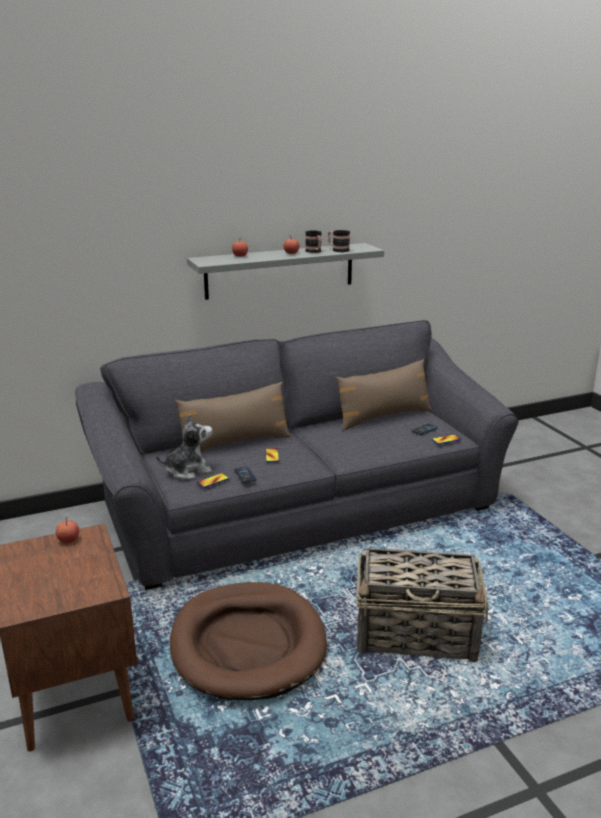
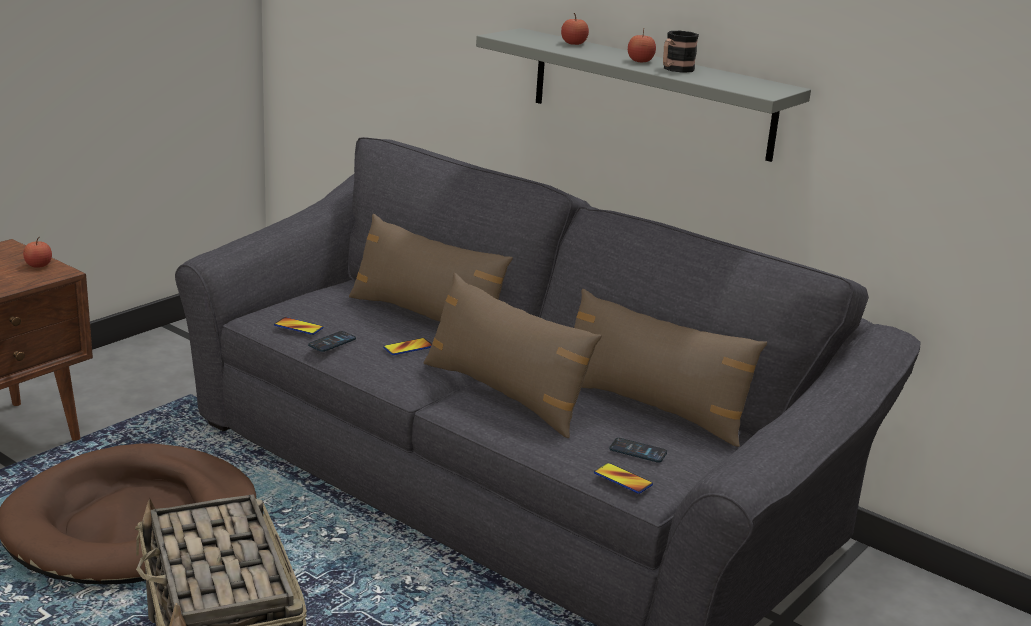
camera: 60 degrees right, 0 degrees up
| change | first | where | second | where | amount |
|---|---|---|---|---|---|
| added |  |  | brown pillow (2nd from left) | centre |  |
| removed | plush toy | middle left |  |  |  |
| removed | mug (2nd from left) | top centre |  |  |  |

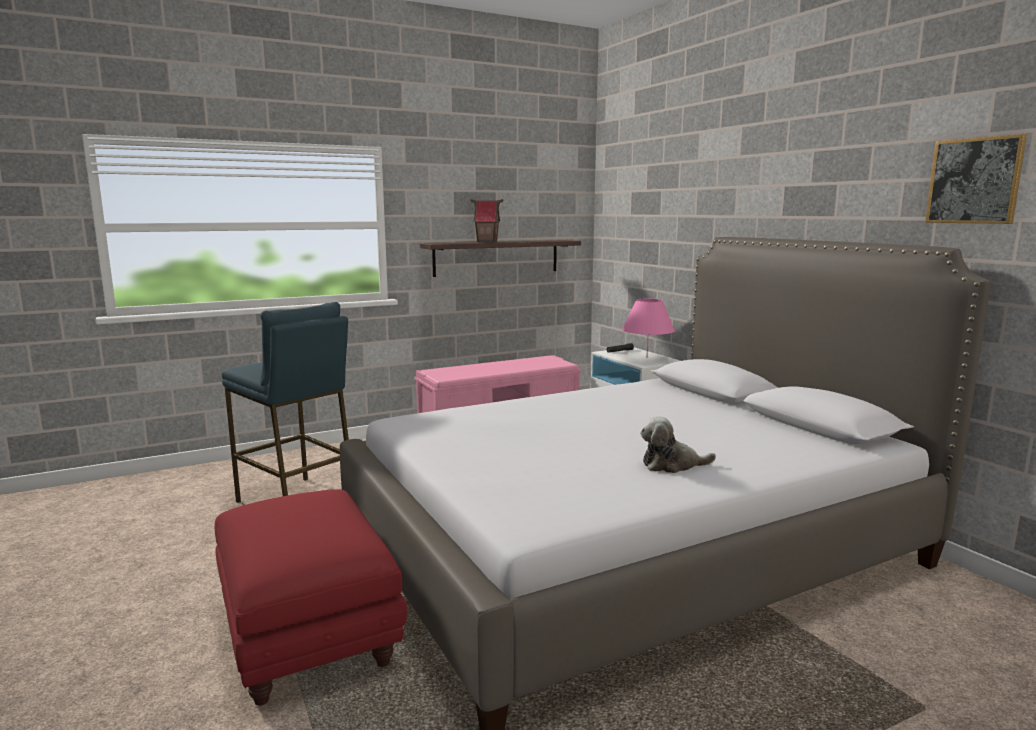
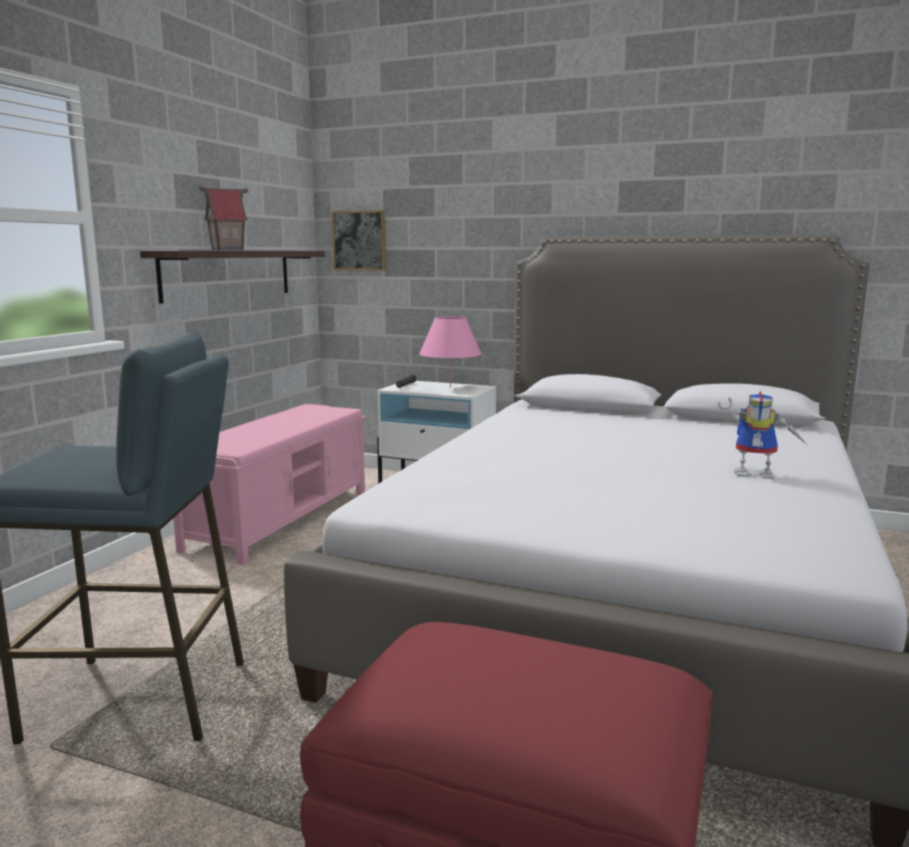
camera: 40 degrees left, 0 degrees up
| change | first | where | second | where | amount |
|---|---|---|---|---|---|
| moved | picture | top right |  | top centre |  |
| replaced | plush toy | centre | toy robot | middle right |  |

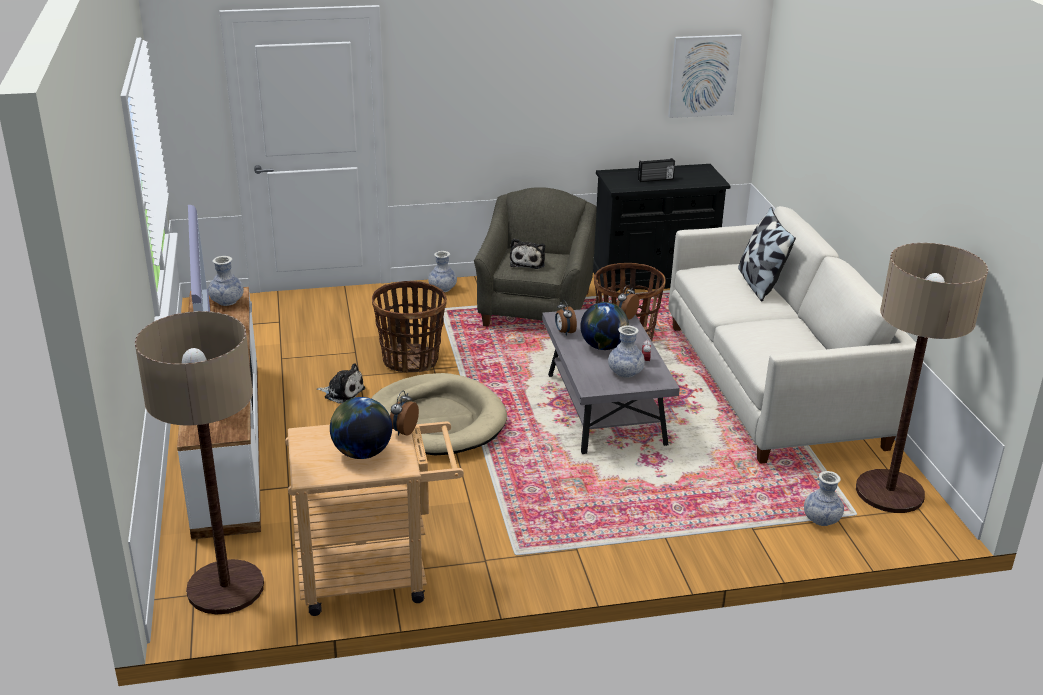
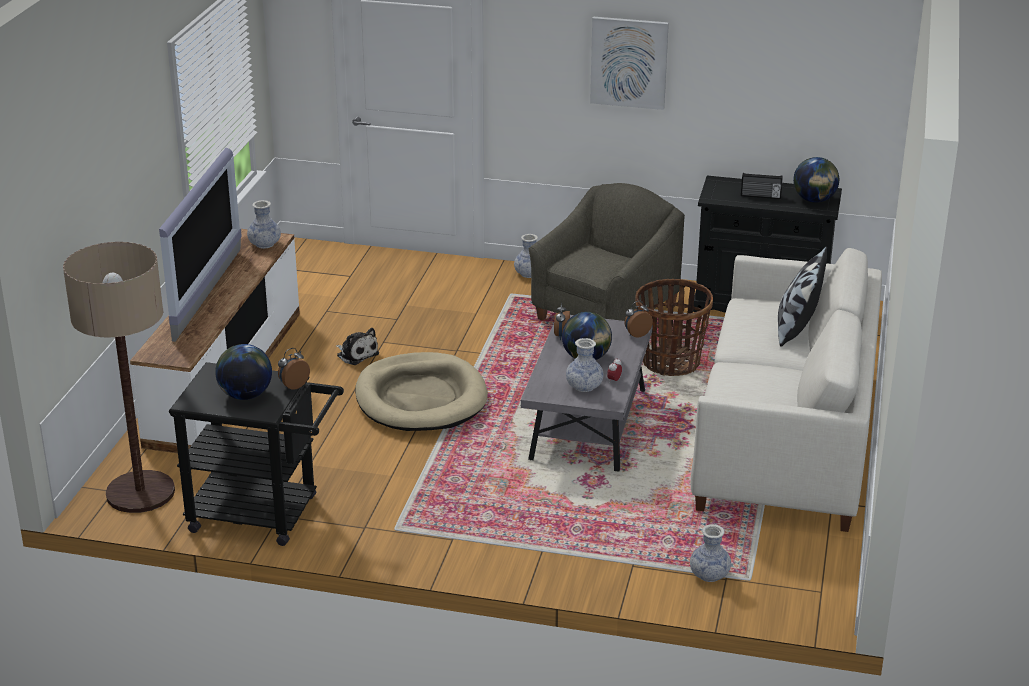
camera: 25 degrees right, 0 degrees up
| change | first | where | second | where | amount |
|---|---|---|---|---|---|
| recoloured | beige cart | bottom centre | black cart | middle left |  |
| moved | picture | top right |  | top centre |  |
| added |  |  | globe (3rd from left) | top right |  |
| removed | basket (1st from left) | centre |  |  |  |
| removed | plush toy (2nd from left) | centre |  |  |  |
| removed | floor lamp (2nd from left) | middle right |  |  |  |

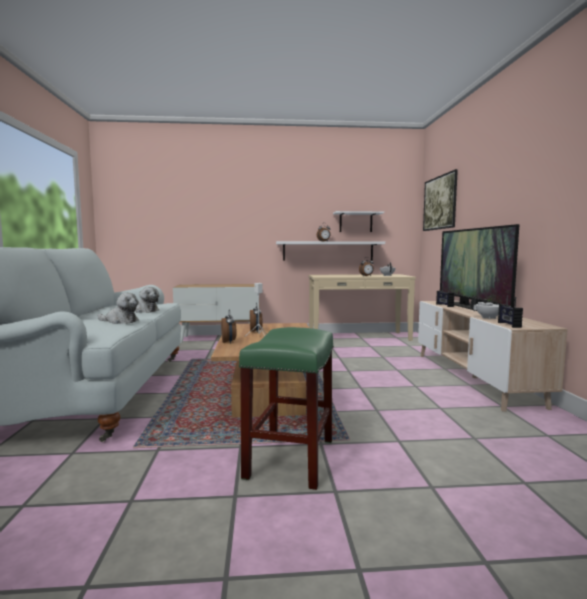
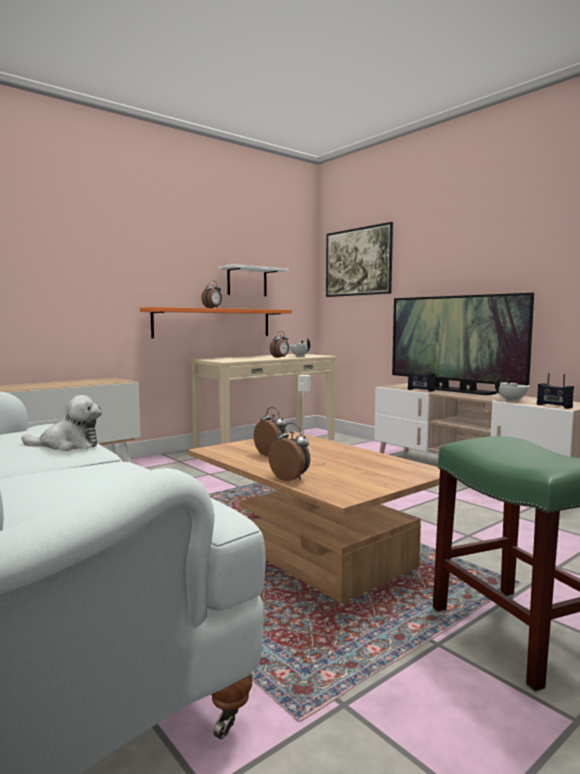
camera: 35 degrees left, 0 degrees up
| change | first | where | second | where | amount |
|---|---|---|---|---|---|
| recoloured | white shelf (1st from left) | centre | orange shelf | centre |  |
| removed | plush toy (1st from left) | middle left |  |  |  |

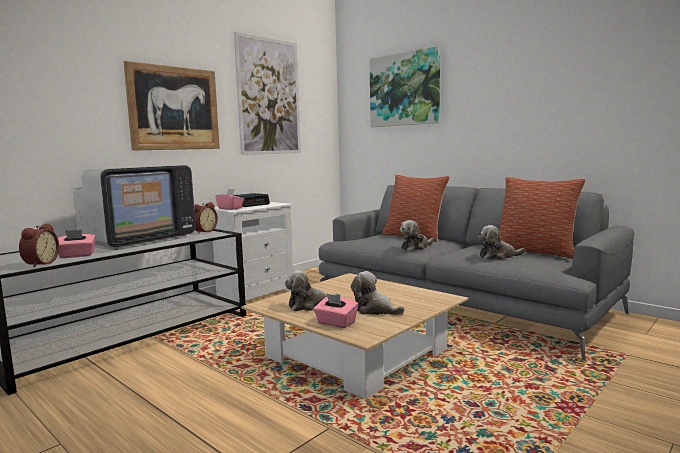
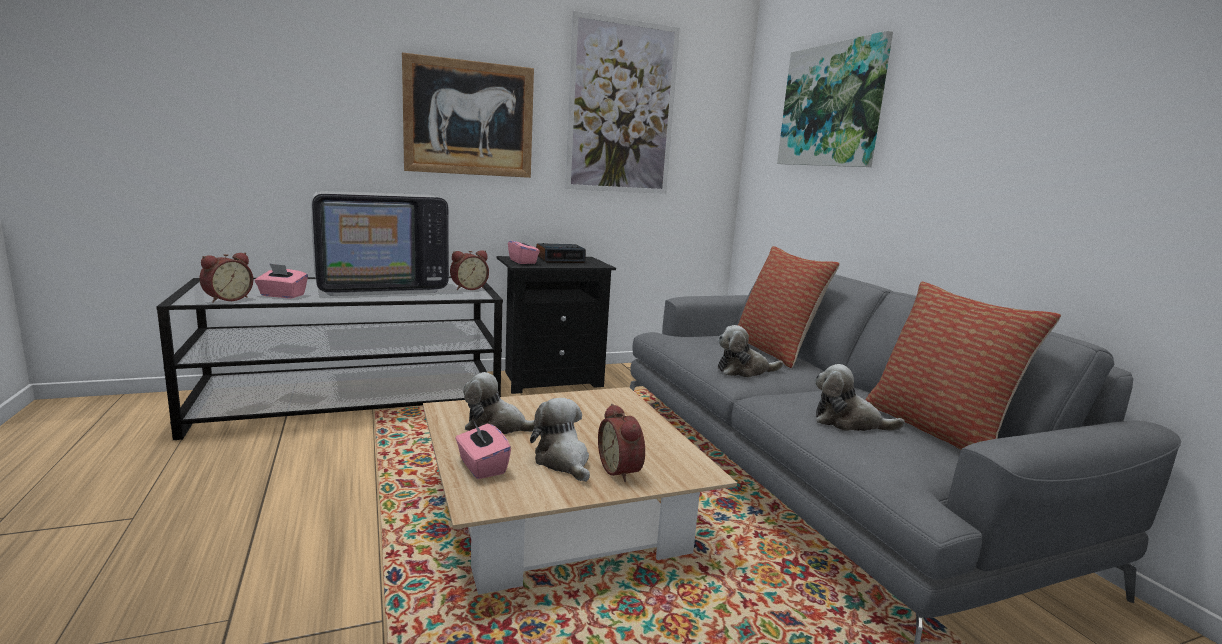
camera: 25 degrees right, 5 degrees up
| change | first | where | second | where | amount |
|---|---|---|---|---|---|
| recoloured | white nightstand | centre | black nightstand | centre |  |
| added |  |  | alarm clock (4th from left) | bottom centre |  |

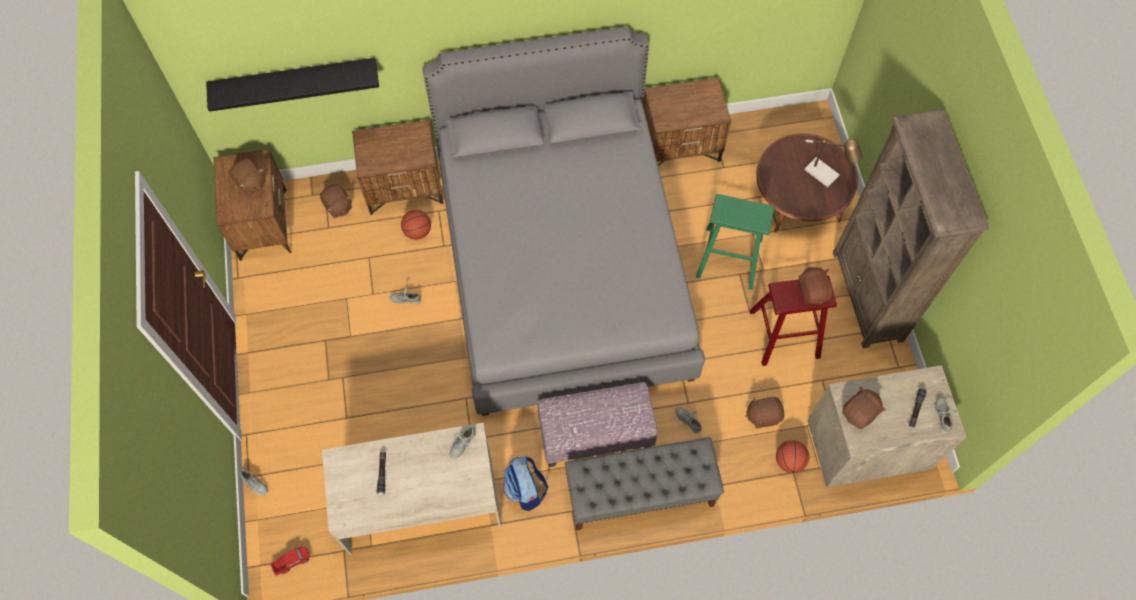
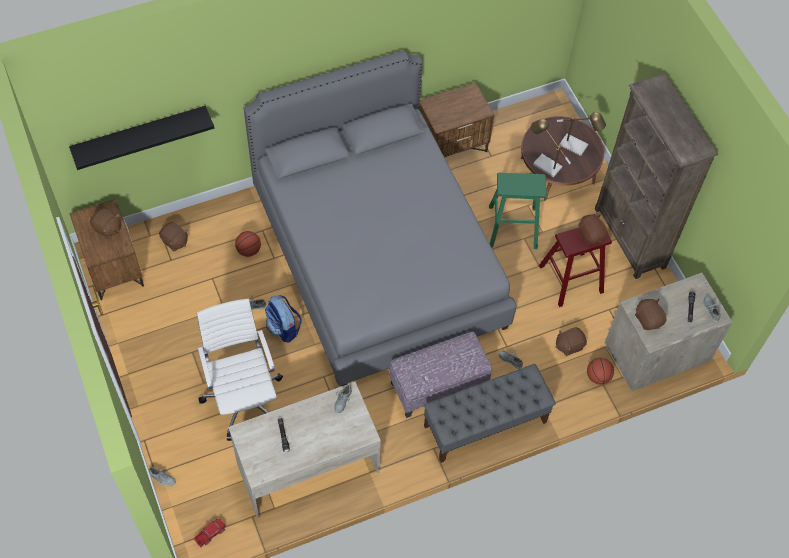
camera: 15 degrees left, 5 degrees down
| change | first | where | second | where | amount |
|---|---|---|---|---|---|
| added |  |  | white office chair | middle left |  |
| moved | backpack | bottom centre |  | centre |  |
| added |  |  | table lamp (1st from left) | top right |  |
| turned | brown plush toy (5th from left) | bottom right |  | middle right | 60 degrees counterclockwise |
| removed | brown nightstand (2nd from left) | top centre |  |  |  |

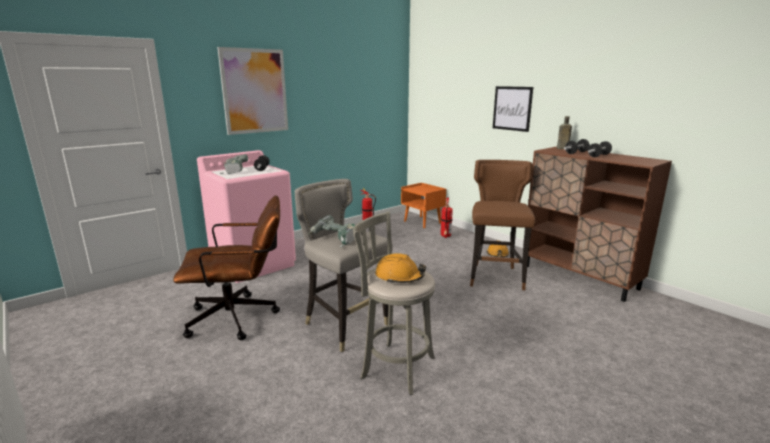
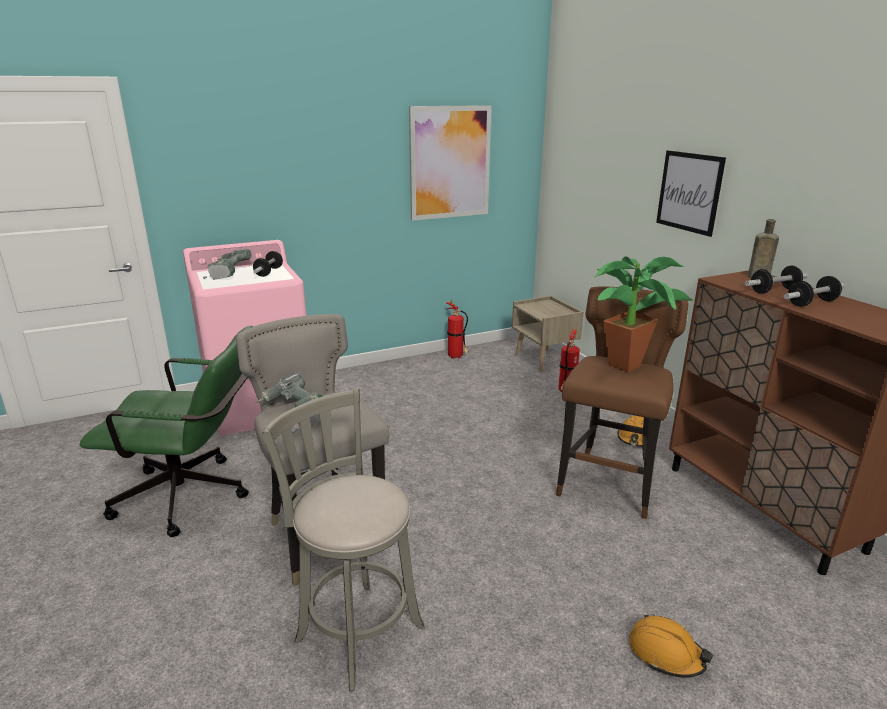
camera: 15 degrees right, 5 degrees up
| change | first | where | second | where | amount |
|---|---|---|---|---|---|
| recoloured | brown office chair | middle left | green office chair | middle left |  |
| moved | picture (1st from left) | top left |  | top centre |  |
| recoloured | orange nightstand | centre | beige nightstand | centre |  |
| added |  |  | potted plant | middle right |  |
| moved | orange hard hat (1st from left in the first image) | centre | orange hard hat (2nd from left) | bottom right |  |

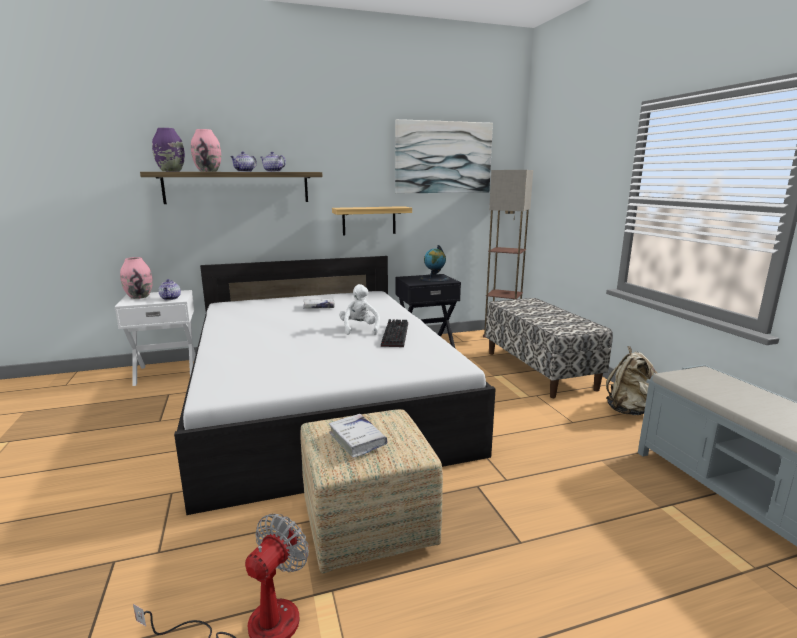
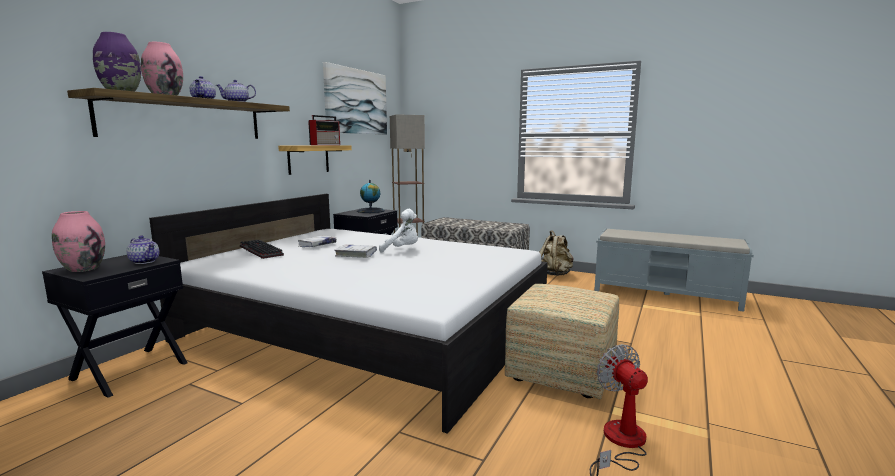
camera: 45 degrees left, 5 degrees down
| change | first | where | second | where | amount |
|---|---|---|---|---|---|
| recoloured | white nightstand | middle left | black nightstand (1st from left) | bottom left |  |
| moved | keyboard | centre |  | middle left |  |
| added |  |  | radio | top centre |  |
| moved | white book (2nd from left) | bottom centre |  | centre |  |
| turned | white plush toy | centre |  | centre | 150 degrees clockwise |

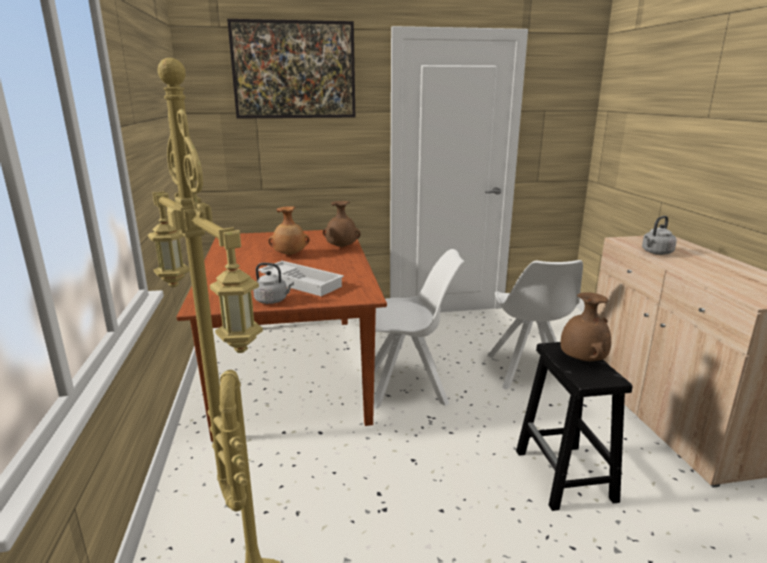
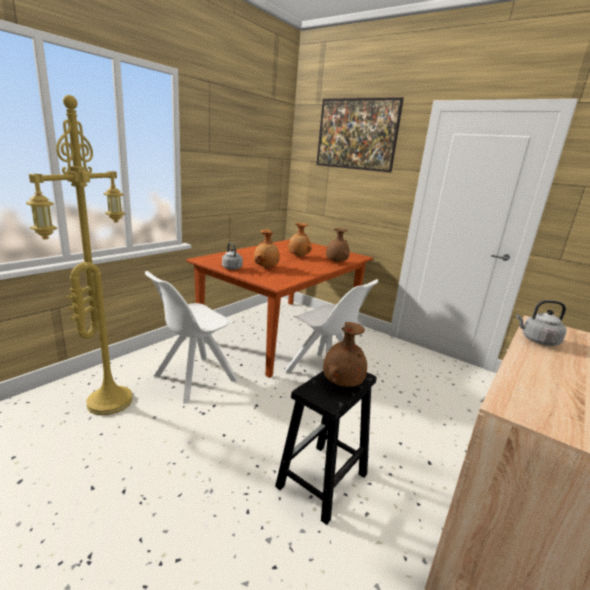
camera: 45 degrees right, 0 degrees up
| change | first | where | second | where | amount |
|---|---|---|---|---|---|
| moved | white chair (2nd from left in the first image) | middle right | white chair (1st from left) | middle left |  |
| replaced | white tray | centre | brown vase (1st from left) | centre |  |

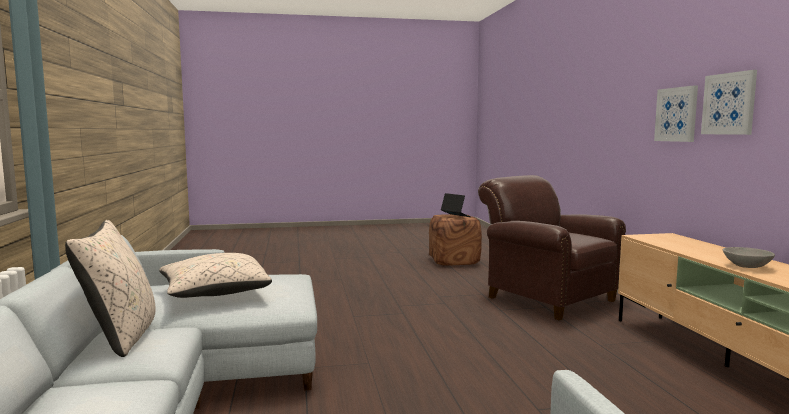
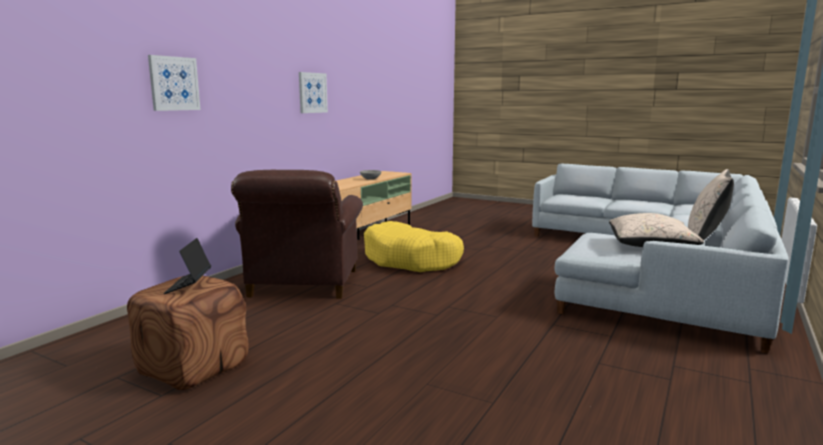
camera: 140 degrees left, 5 degrees up
| change | first | where | second | where | amount |
|---|---|---|---|---|---|
| moved | picture (1st from left) | top right |  | top left |  |
| added |  |  | yellow dog bed | centre |  |

